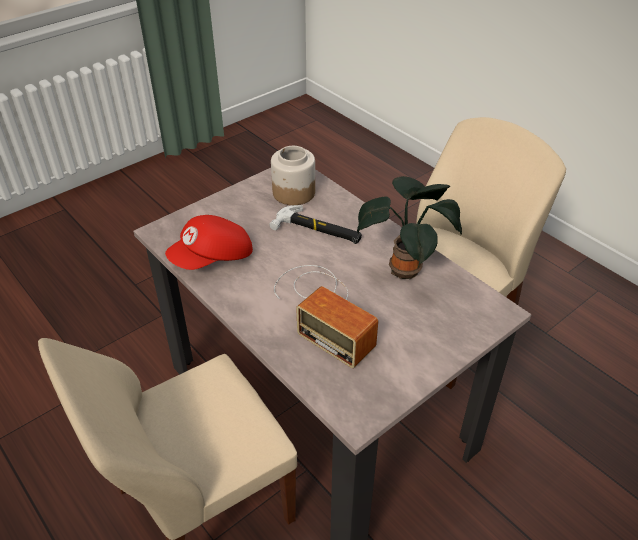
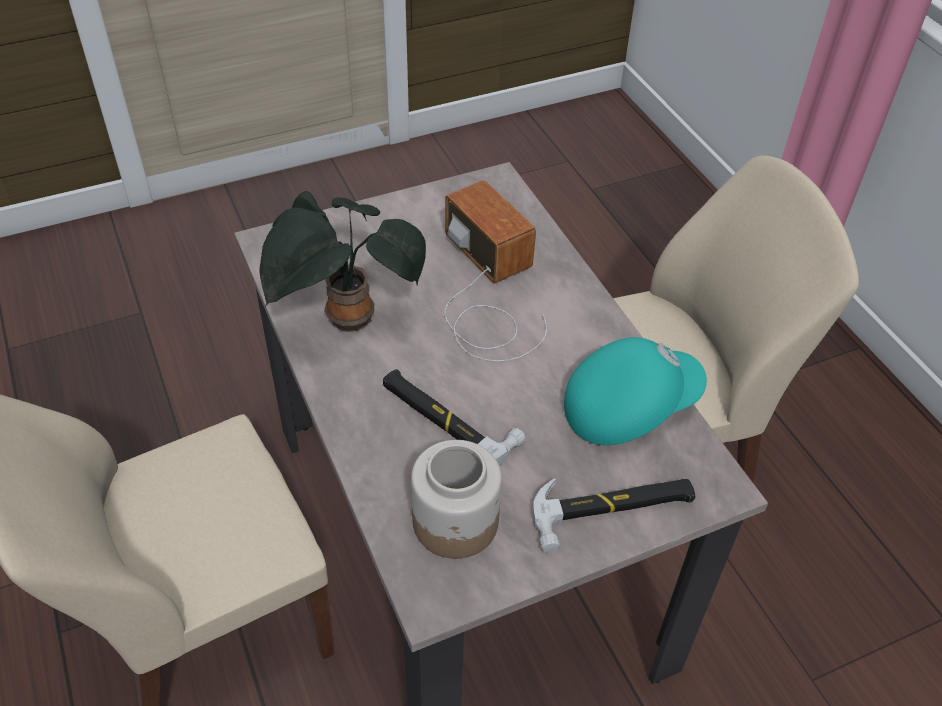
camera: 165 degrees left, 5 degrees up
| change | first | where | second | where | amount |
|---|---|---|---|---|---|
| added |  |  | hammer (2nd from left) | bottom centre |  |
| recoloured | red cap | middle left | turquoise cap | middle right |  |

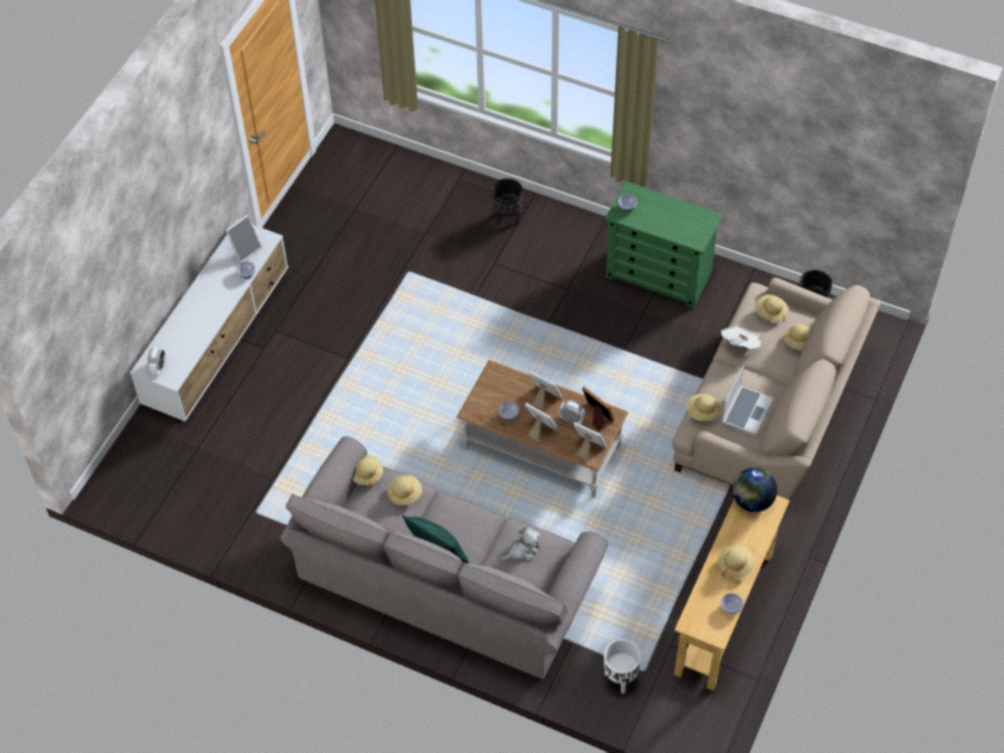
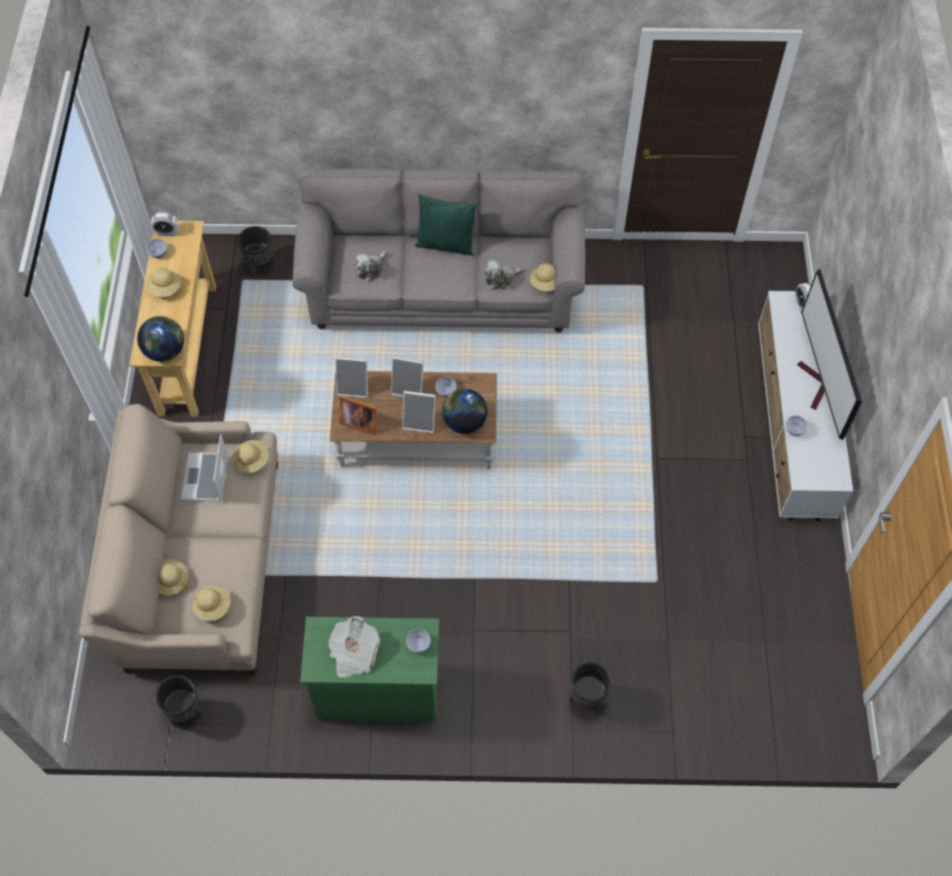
camera: 155 degrees right, 5 degrees up
| change | first | where | second | where | amount |
|---|---|---|---|---|---|
| moved | alarm clock (2nd from left in the first image) | centre | alarm clock (1st from left) | top left |  |
| recoloured | white planter | bottom centre | black planter (2nd from left) | top left |  |
| moved | newspaper | middle right |  | bottom centre |  |
| added |  |  | globe (2nd from left) | centre |  |
| replaced | beige hat (2nd from left) | centre | plush toy (2nd from left) | top centre |  |
| added |  |  | television | middle right |  |
| removed | picture frame (1st from left) | top left |  |  |  |

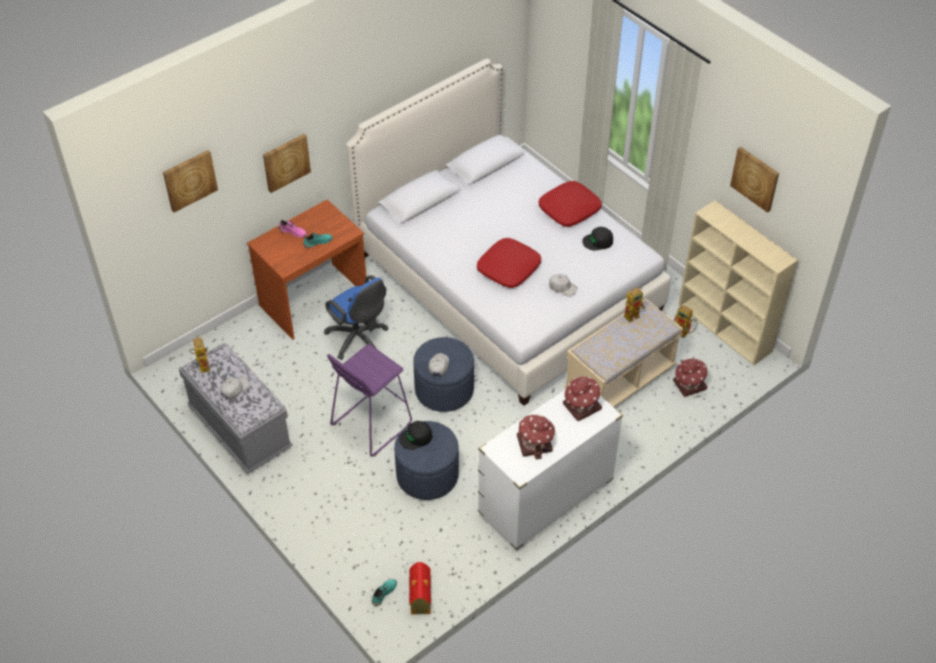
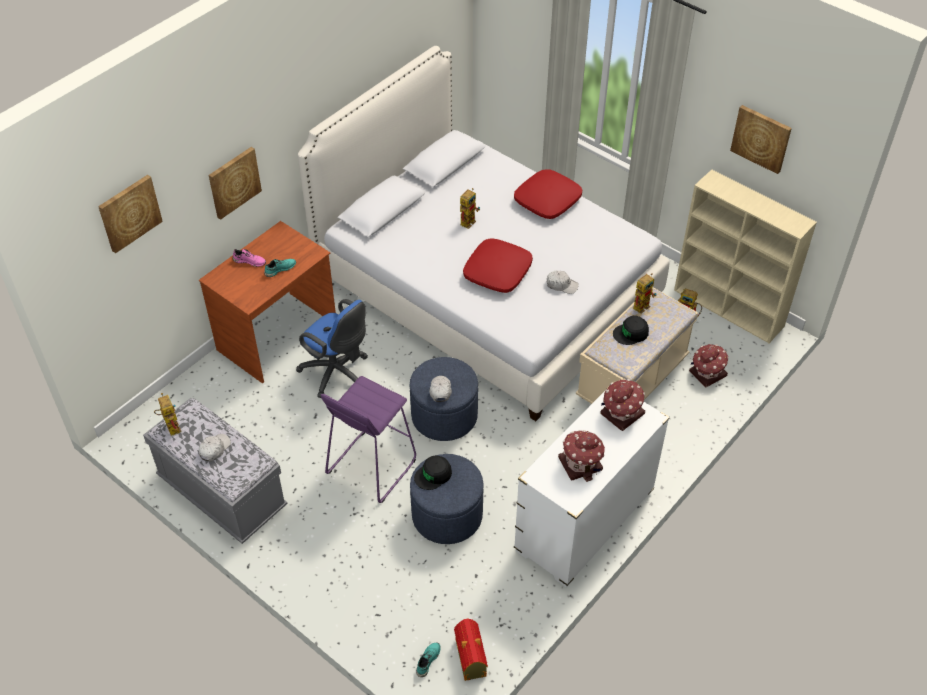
camera: 10 degrees left, 0 degrees up
| change | first | where | second | where | amount |
|---|---|---|---|---|---|
| added |  |  | toy robot (2nd from left) | top centre |  |
| moved | black cap (2nd from left) | centre |  | middle right |  |

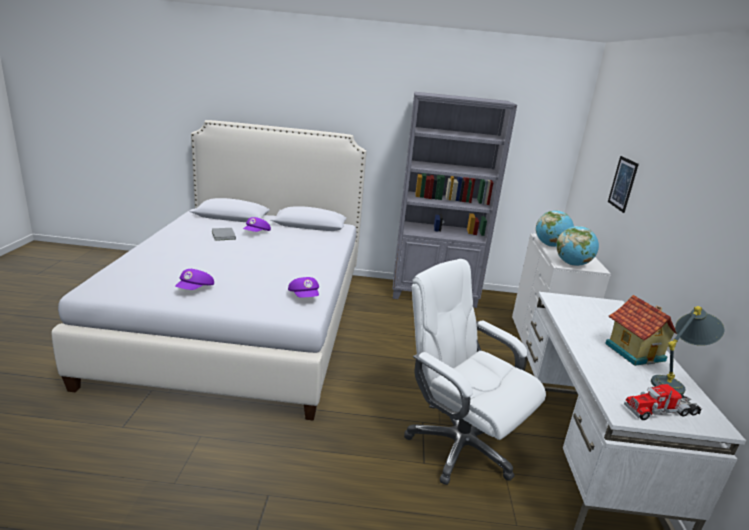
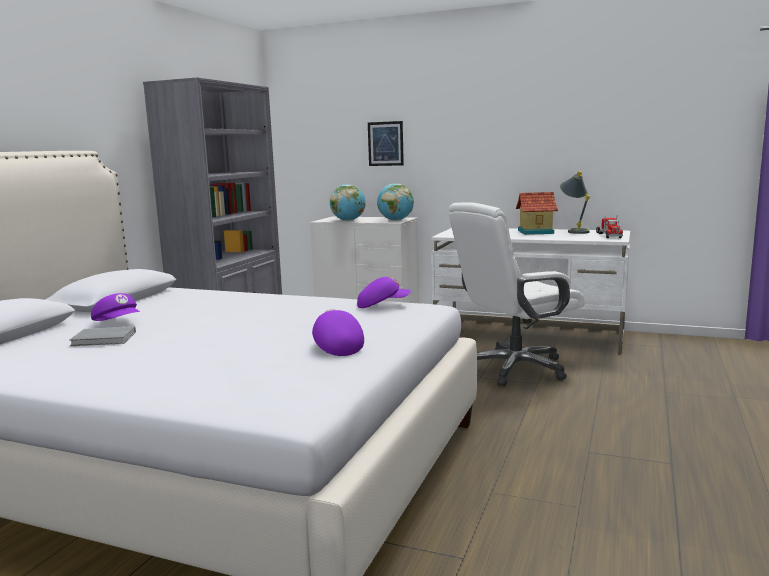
camera: 70 degrees left, 10 degrees down
| change | first | where | second | where | amount |
|---|---|---|---|---|---|
| turned | purple cap (1st from left in the first image) | middle left | purple cap (2nd from left) | centre | 150 degrees counterclockwise |

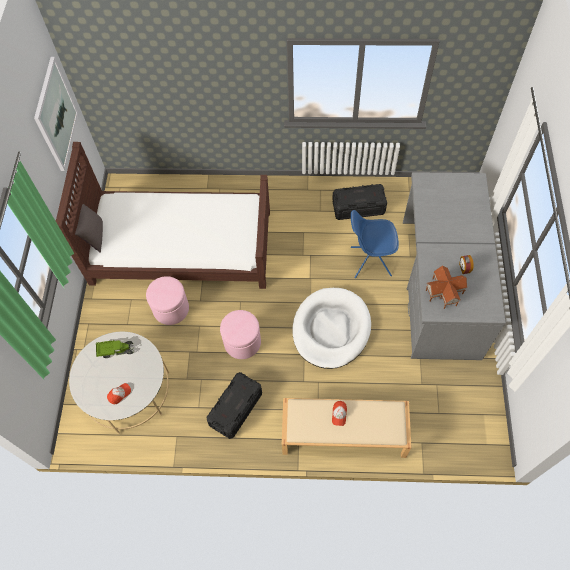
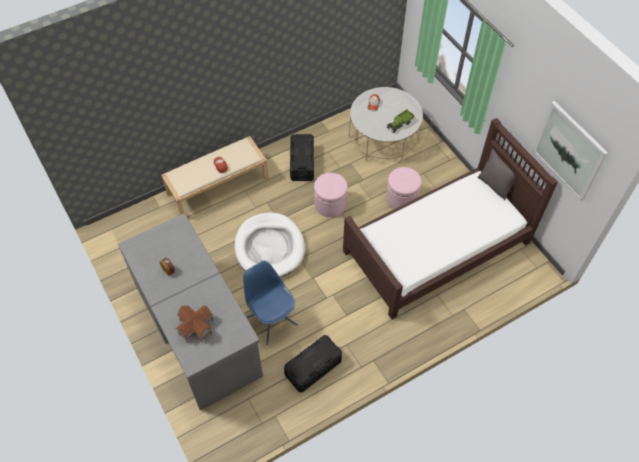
camera: 145 degrees right, 5 degrees down
| change | first | where | second | where | amount |
|---|---|---|---|---|---|
| moved | toy house | middle right |  | bottom left |  |
| turned | blue chair | centre |  | centre | 90 degrees counterclockwise |

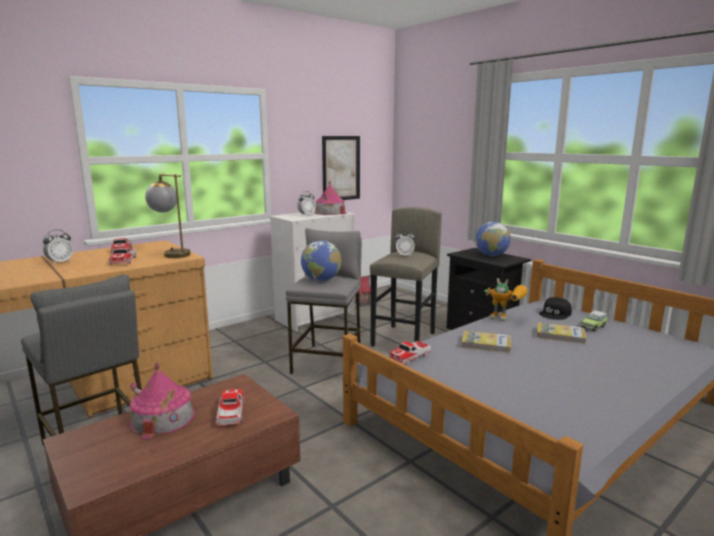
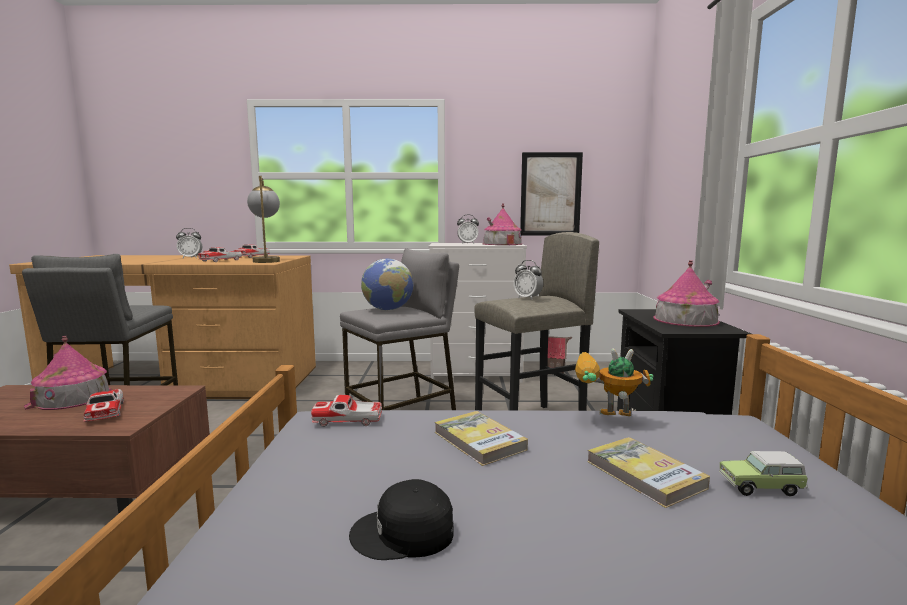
camera: 40 degrees right, 5 degrees down
| change | first | where | second | where | amount |
|---|---|---|---|---|---|
| turned | toy car (3rd from left in the first image) | bottom left | toy car (1st from left) | bottom left | 120 degrees clockwise |
| moved | black cap | middle right |  | bottom centre |  |
| turned | toy robot | middle right |  | middle right | 120 degrees clockwise |
| replaced | globe (2nd from left) | middle right | toy house (4th from left) | middle right |  |

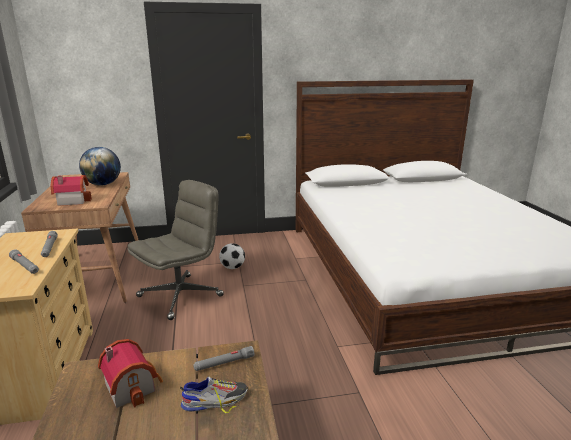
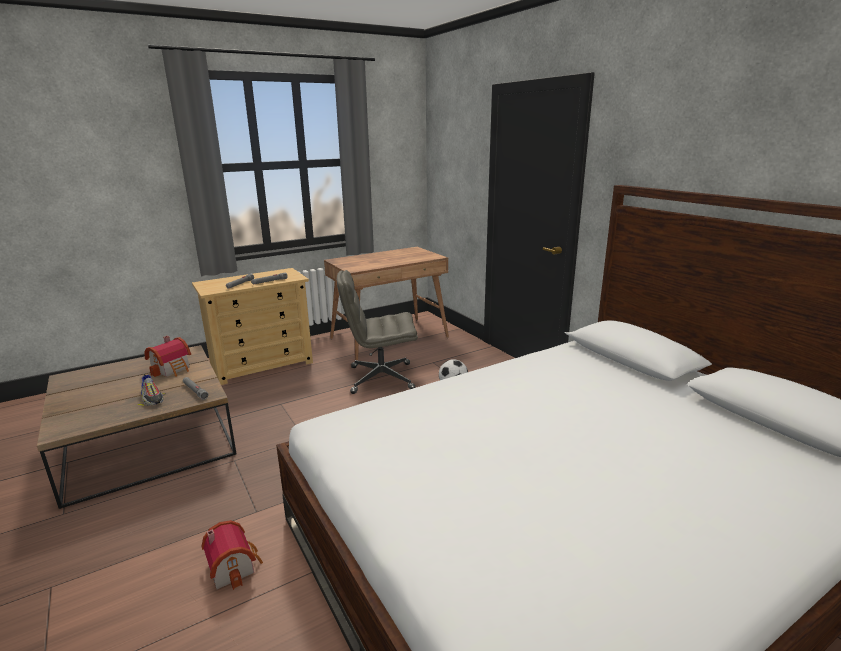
camera: 70 degrees right, 0 degrees up
| change | first | where | second | where | amount |
|---|---|---|---|---|---|
| moved | toy house (1st from left in the first image) | middle left | toy house (2nd from left) | bottom left |  |
| turned | grey office chair | middle left |  | centre | 150 degrees clockwise |
| removed | globe | middle left |  |  |  |

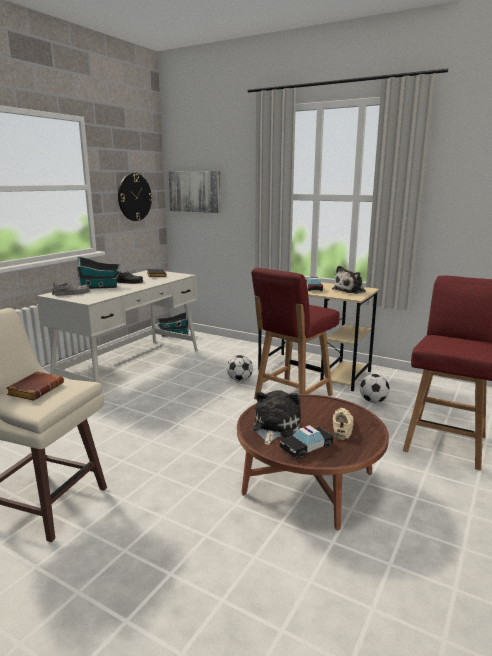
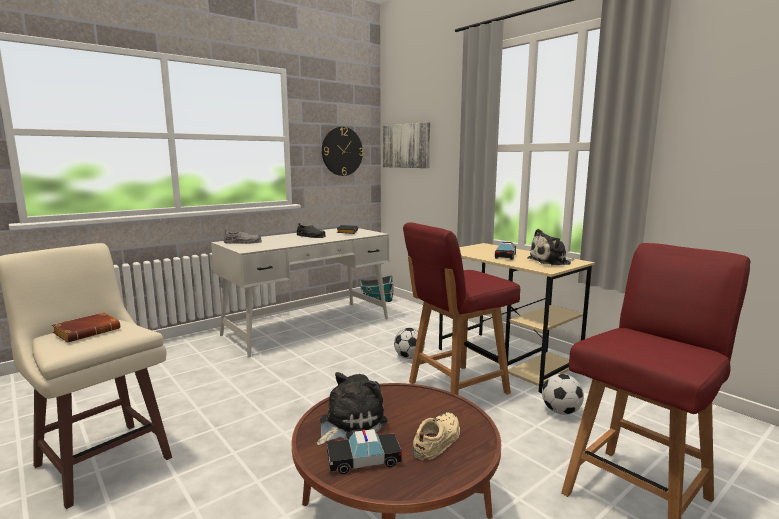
camera: 20 degrees right, 5 degrees down
| change | first | where | second | where | amount |
|---|---|---|---|---|---|
| removed | toy house (1st from left) | middle left |  |  |  |

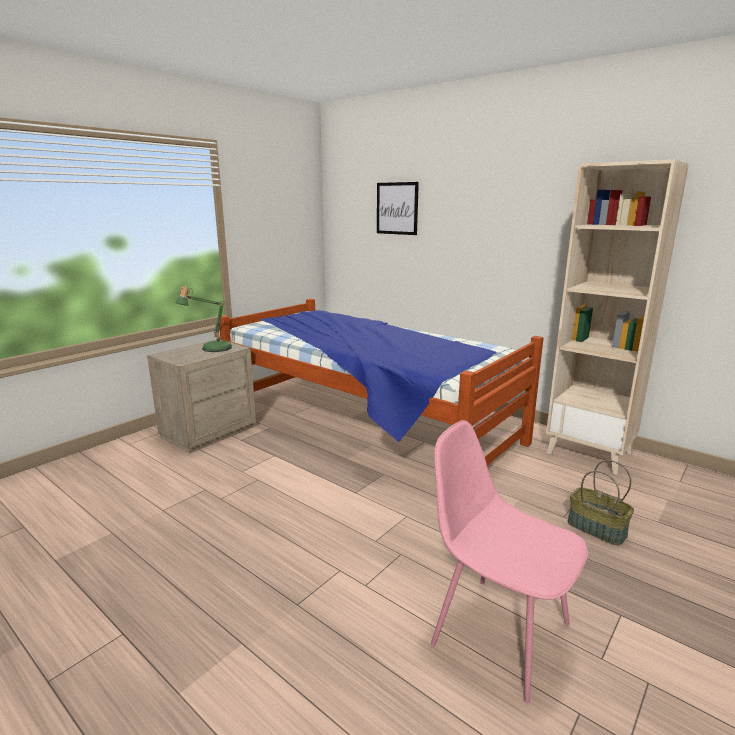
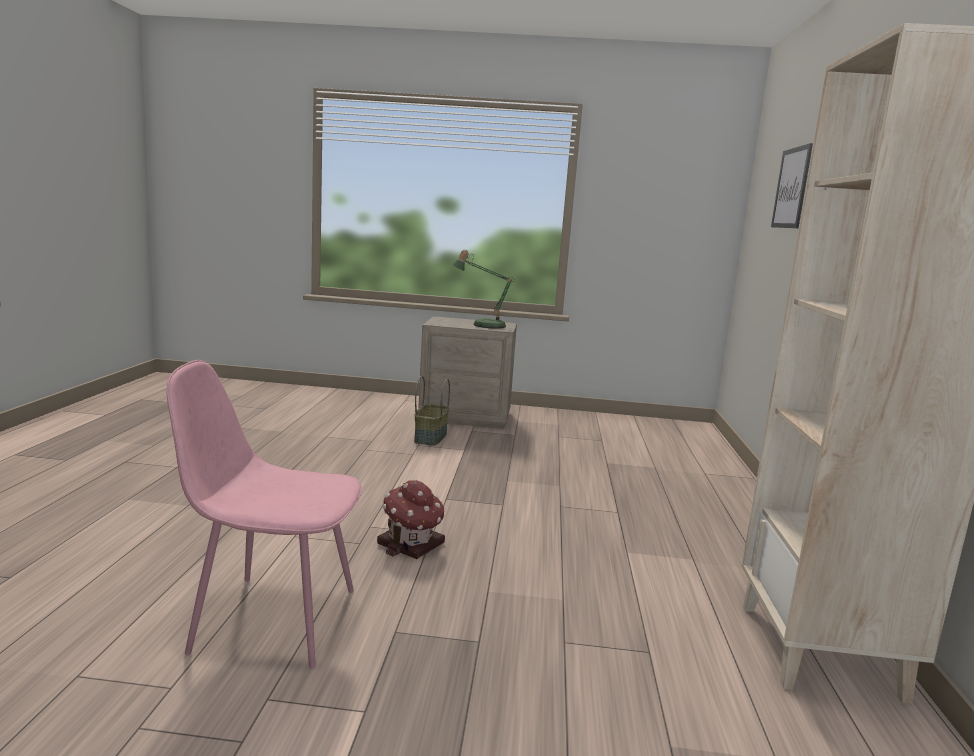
camera: 55 degrees right, 5 degrees down
| change | first | where | second | where | amount |
|---|---|---|---|---|---|
| turned | pink chair | bottom right |  | bottom left | 90 degrees counterclockwise |
| added |  |  | toy house | bottom centre |  |
| moved | basket | bottom right |  | centre |  |
| removed | bed | centre |  |  |  |

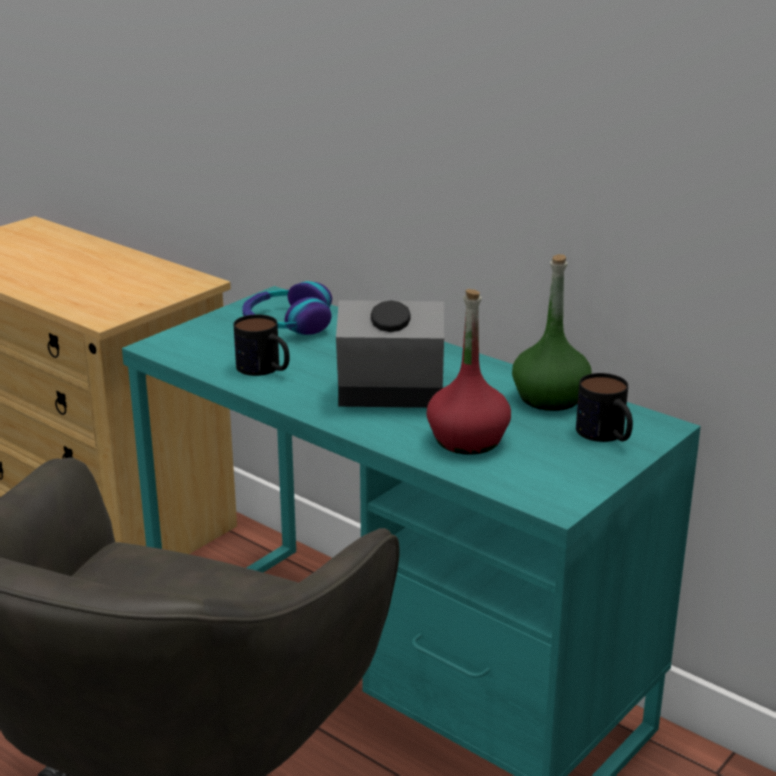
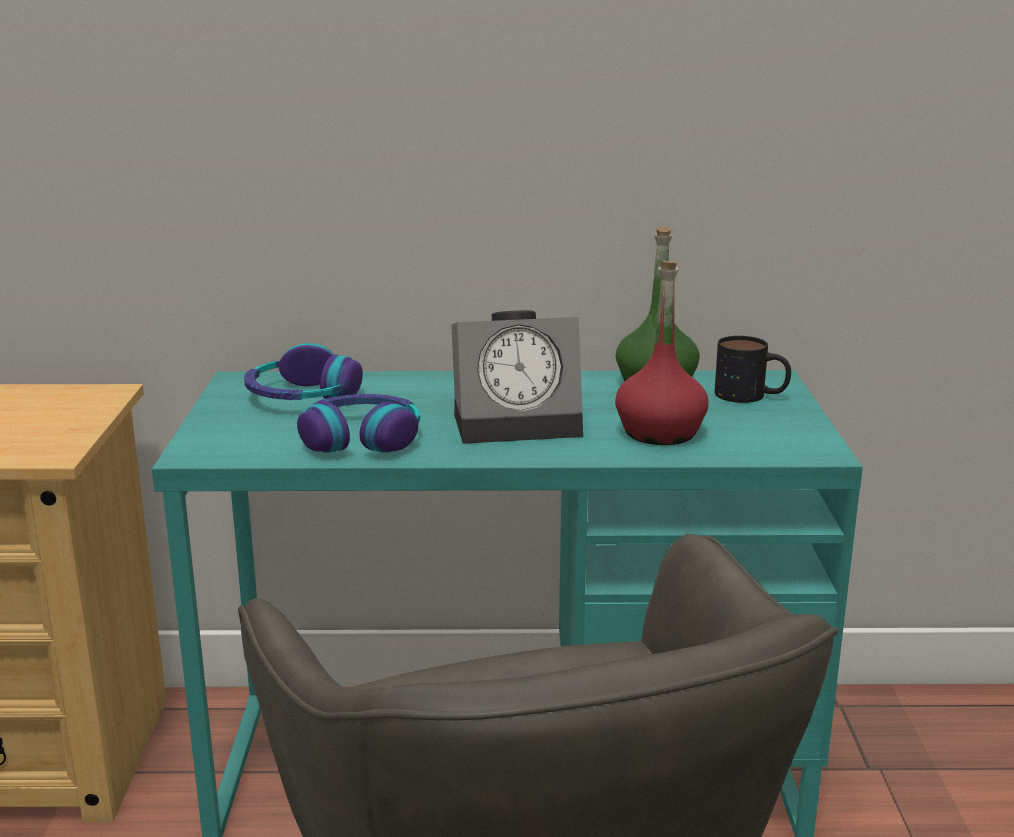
camera: 40 degrees left, 5 degrees down
| change | first | where | second | where | amount |
|---|---|---|---|---|---|
| replaced | mug (1st from left) | centre | headphones (2nd from left) | centre |  |
| turned | alarm clock | centre |  | centre | 150 degrees counterclockwise |

